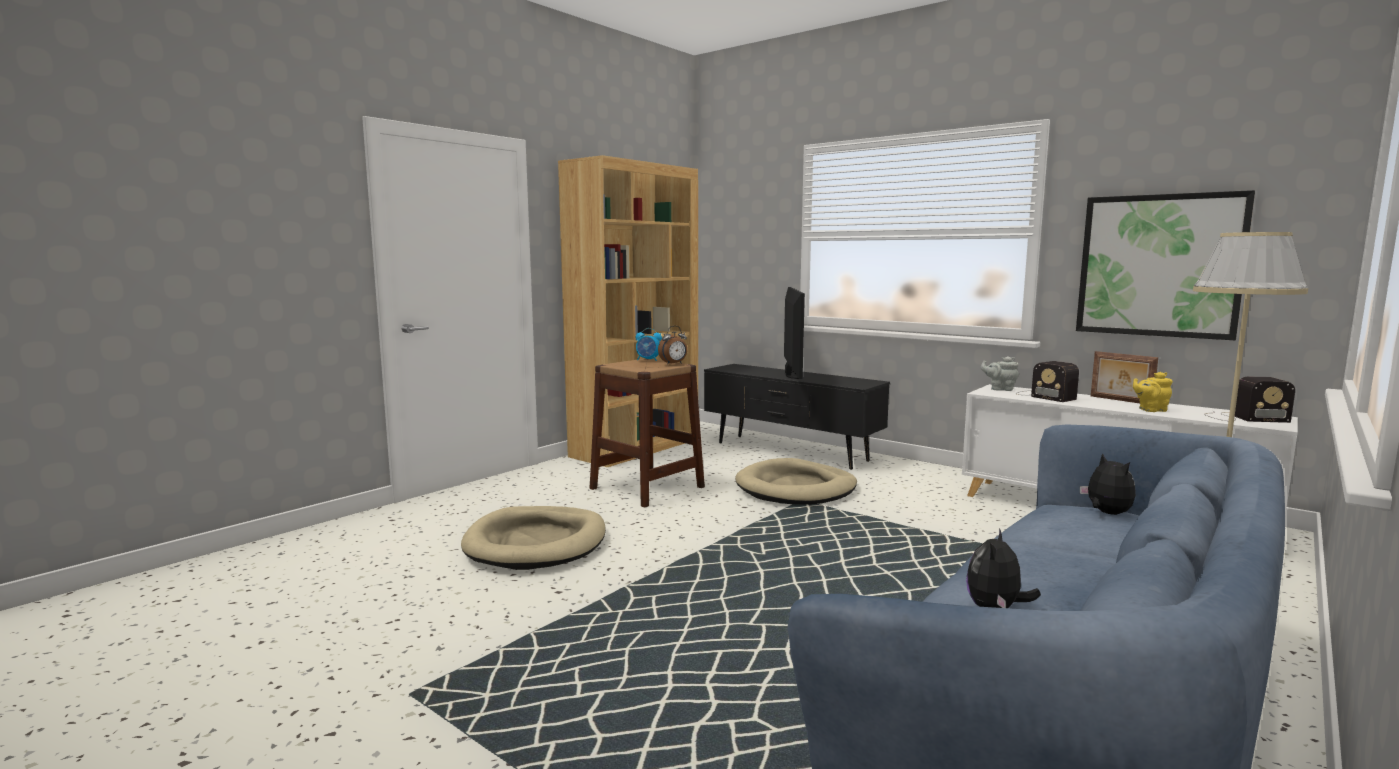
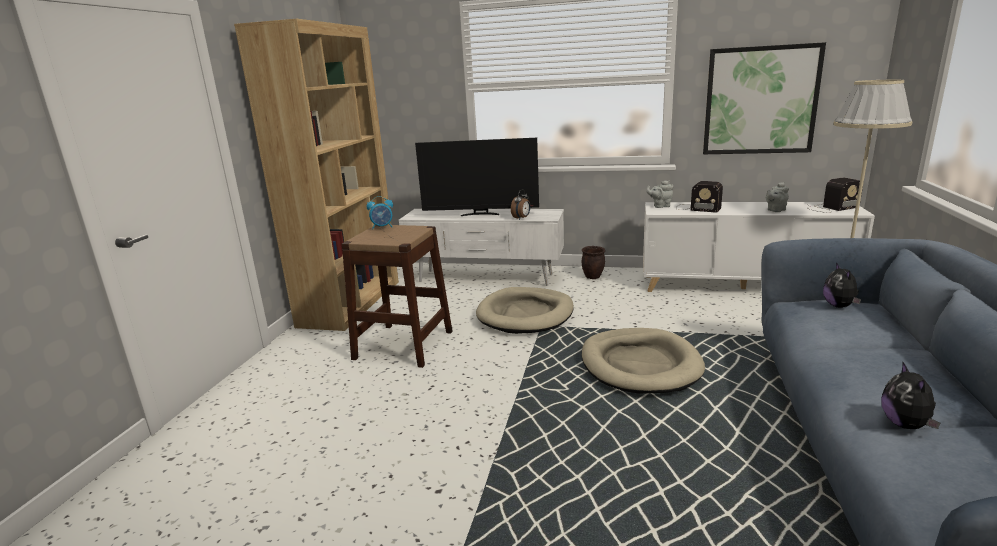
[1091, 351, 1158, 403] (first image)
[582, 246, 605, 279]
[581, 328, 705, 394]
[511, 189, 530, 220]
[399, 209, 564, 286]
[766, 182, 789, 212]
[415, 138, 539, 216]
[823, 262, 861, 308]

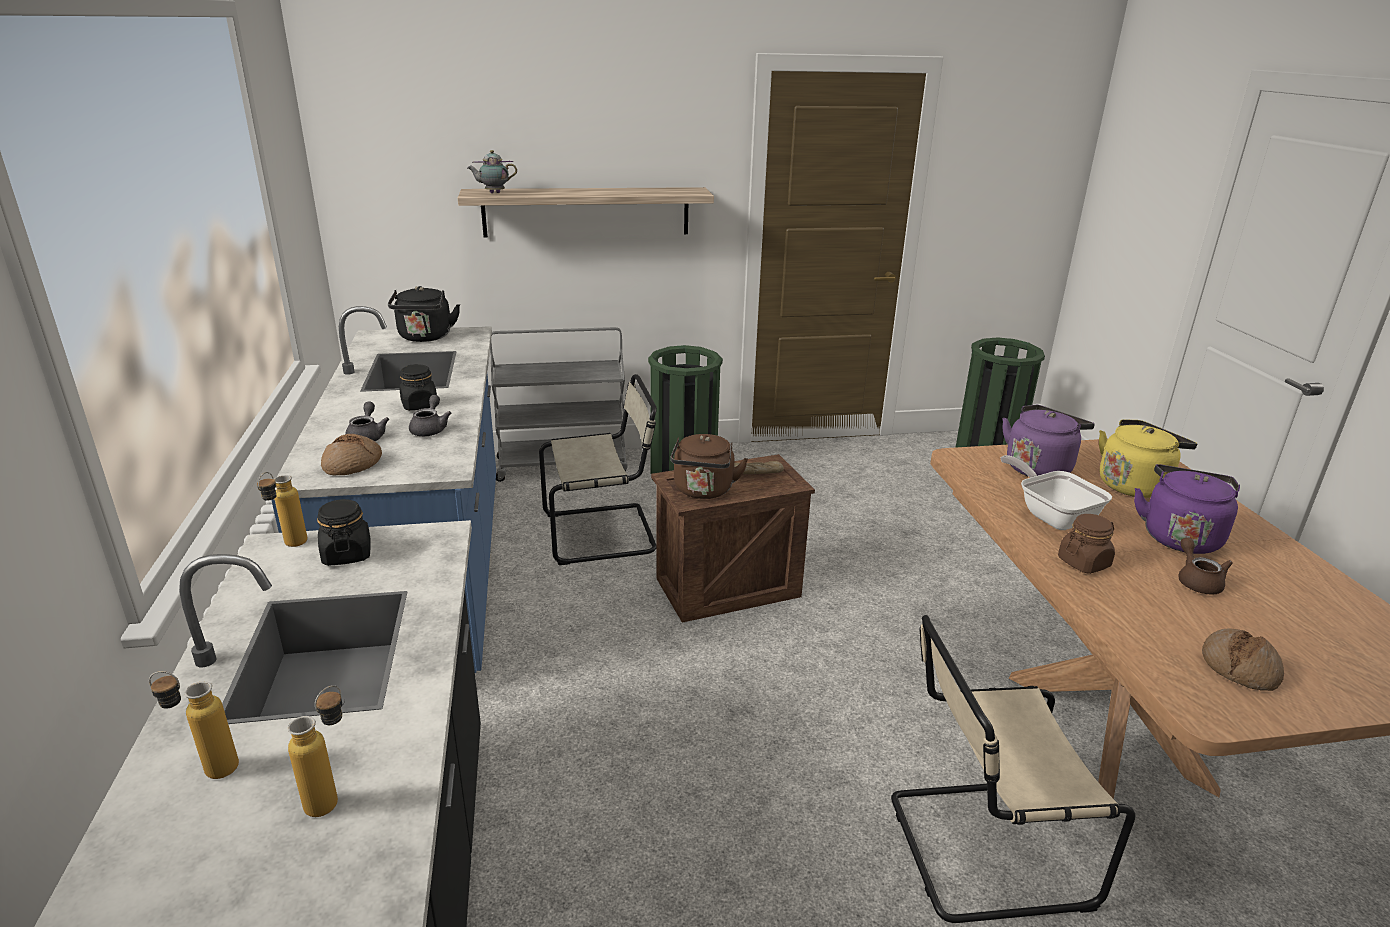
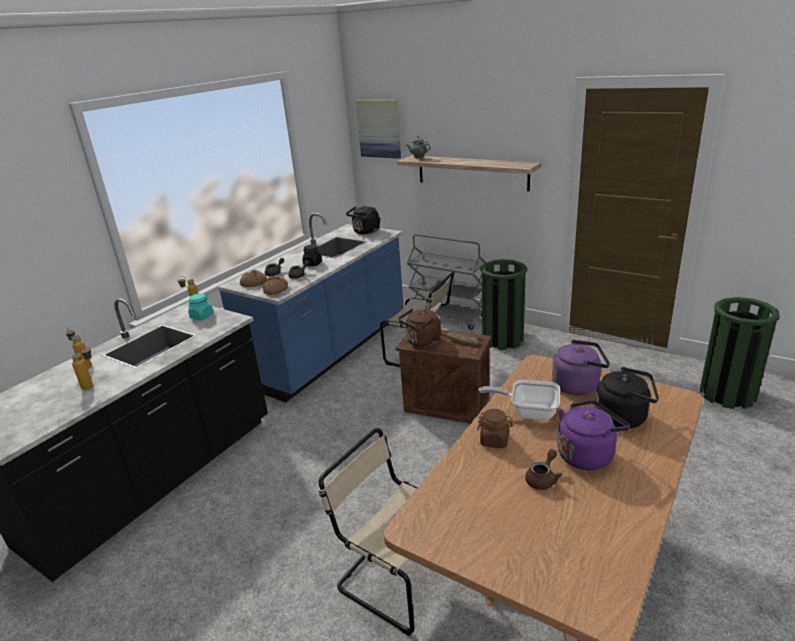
[356, 100, 401, 159]
[263, 276, 288, 295]
[188, 293, 214, 320]
[595, 367, 659, 428]
[478, 380, 560, 420]

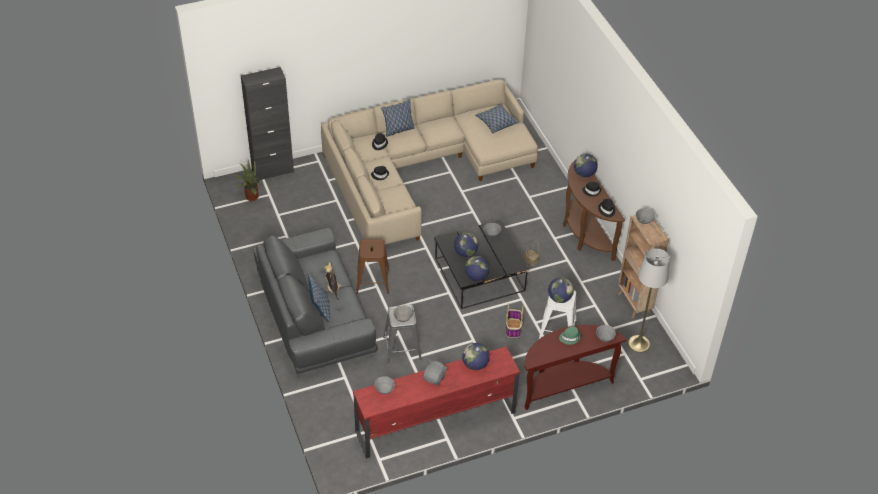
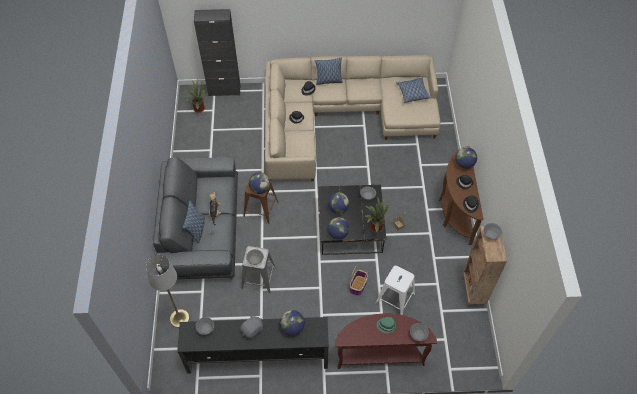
[365, 196, 389, 233]
[249, 172, 270, 194]
[146, 255, 190, 328]
[177, 317, 329, 374]

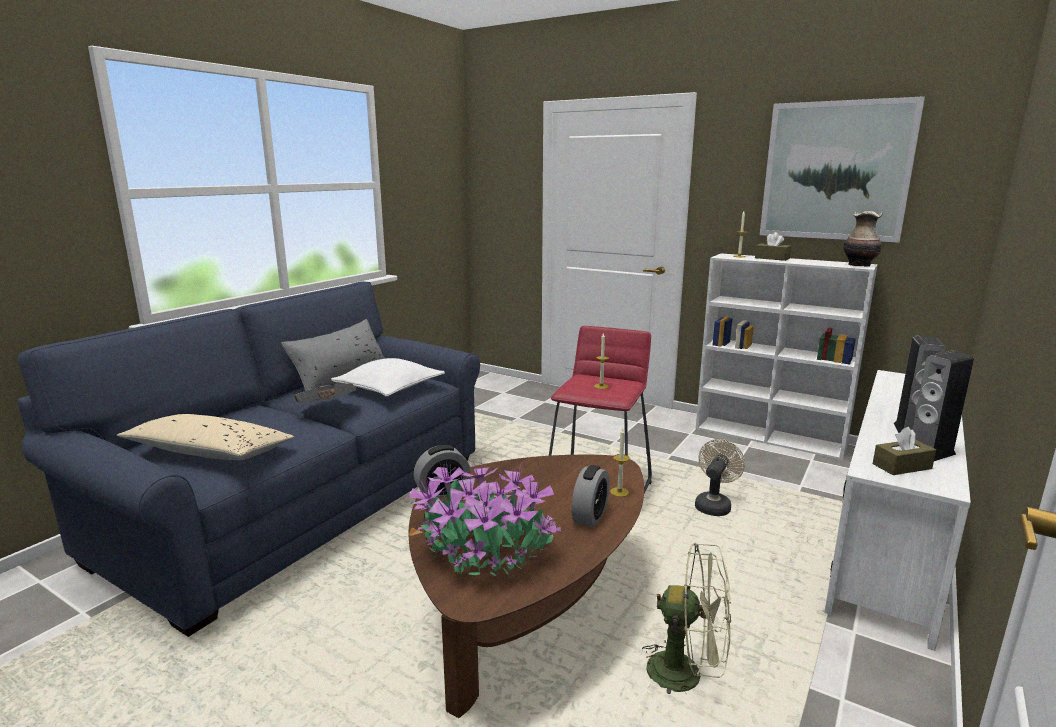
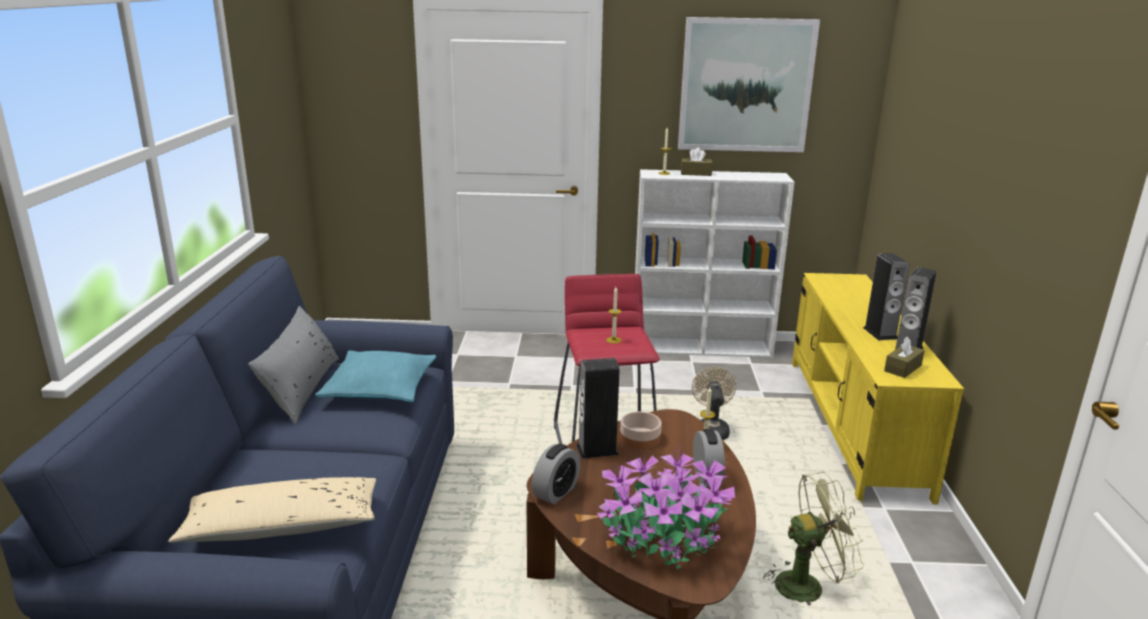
[291, 383, 357, 403] (first image)
[843, 211, 883, 267] (first image)
[576, 358, 620, 459]
[620, 411, 662, 449]
[315, 350, 436, 402]
[792, 273, 964, 505]

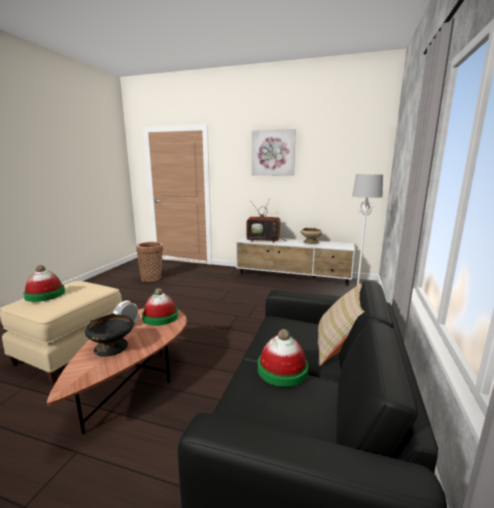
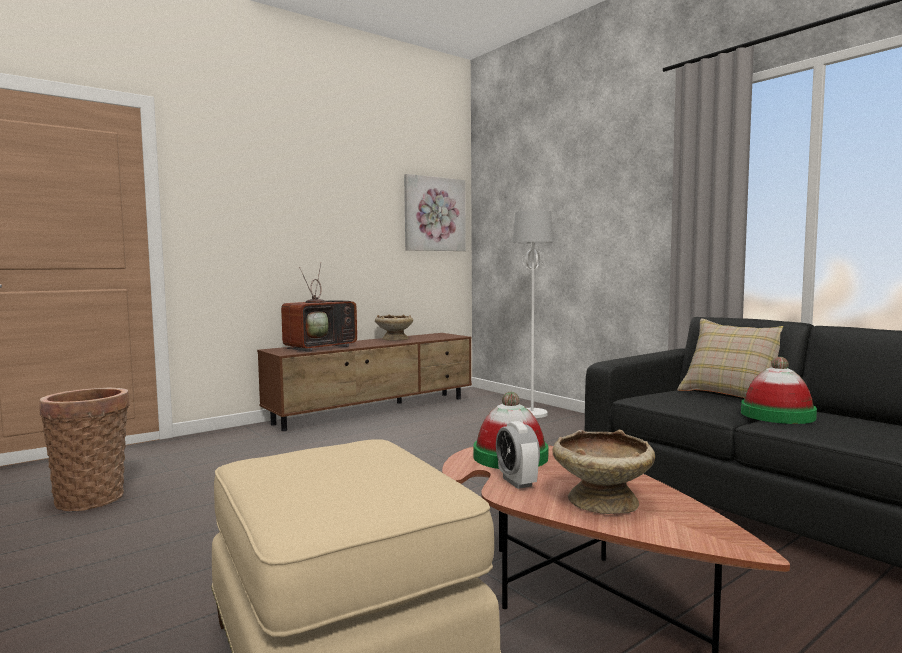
[23, 265, 65, 302] (first image)
[404, 174, 466, 251]
[552, 430, 655, 514]
[257, 333, 472, 431]

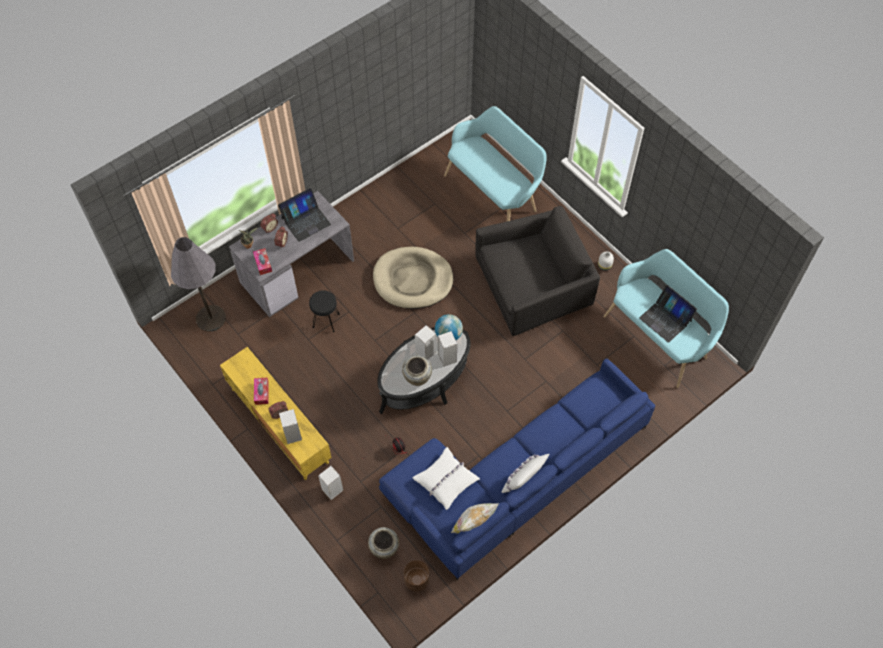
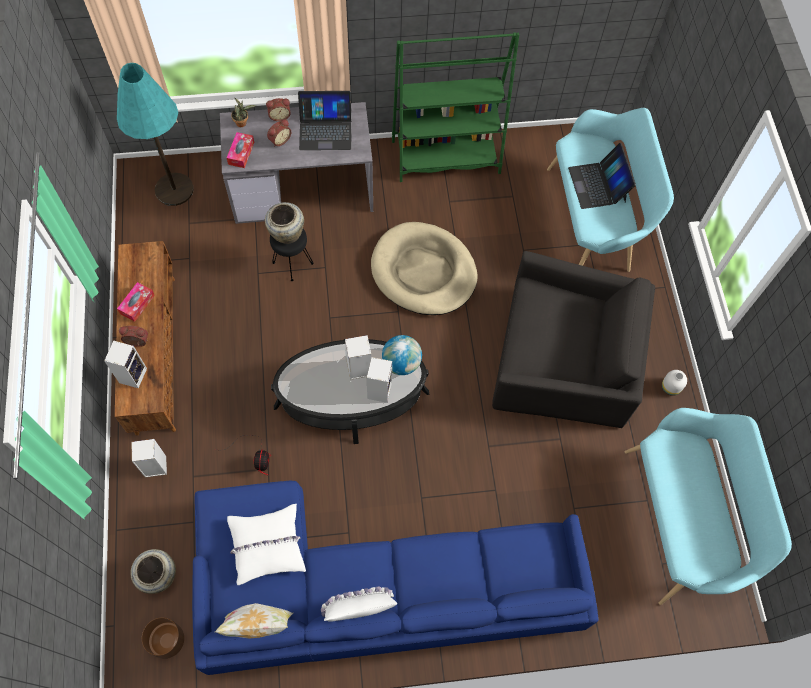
[392, 32, 519, 182]
[265, 202, 304, 244]
[568, 143, 636, 209]
[117, 63, 193, 206]
[115, 241, 176, 436]

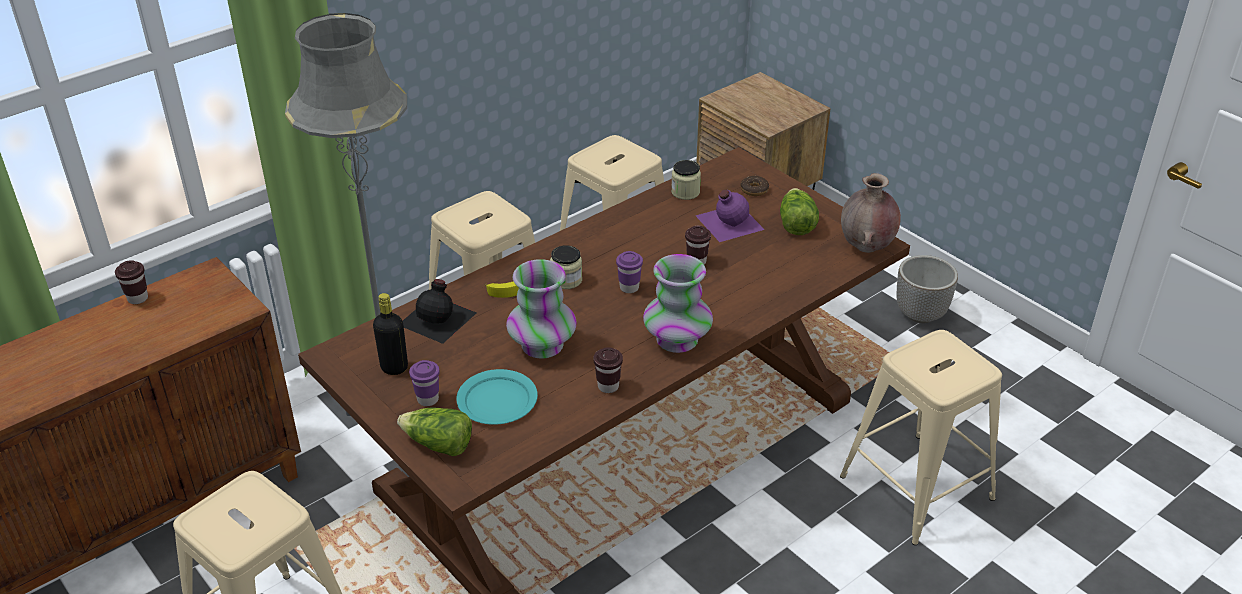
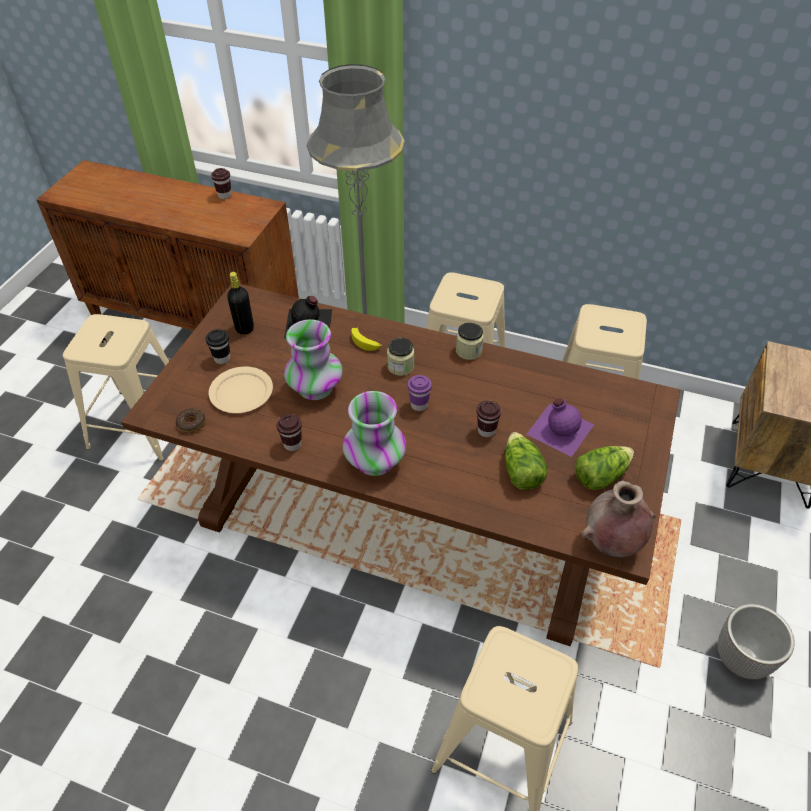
[505, 432, 548, 490]
[456, 323, 484, 360]
[176, 408, 205, 433]
[206, 329, 230, 364]
[209, 367, 273, 413]

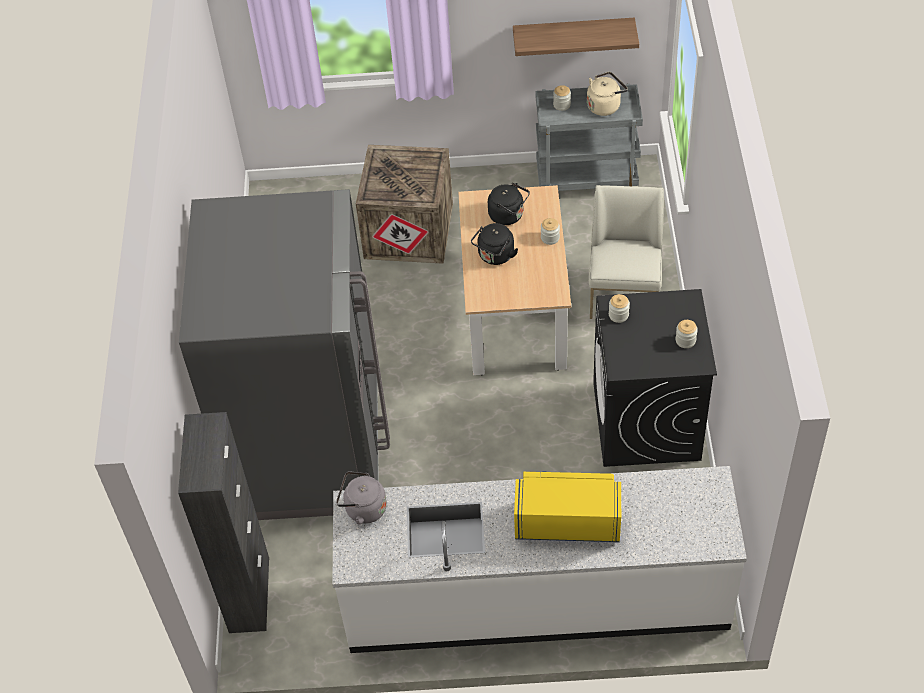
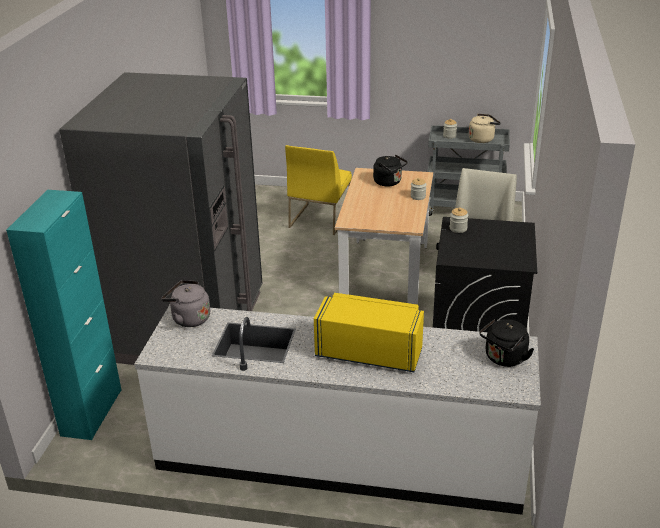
[513, 18, 639, 56] (first image)
[675, 320, 698, 348] (first image)
[479, 319, 534, 367]
[285, 145, 352, 235]
[6, 190, 122, 440]

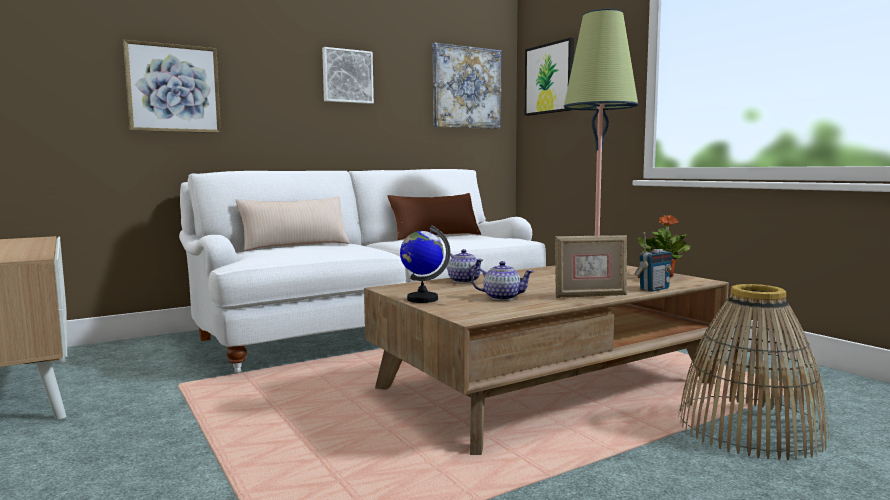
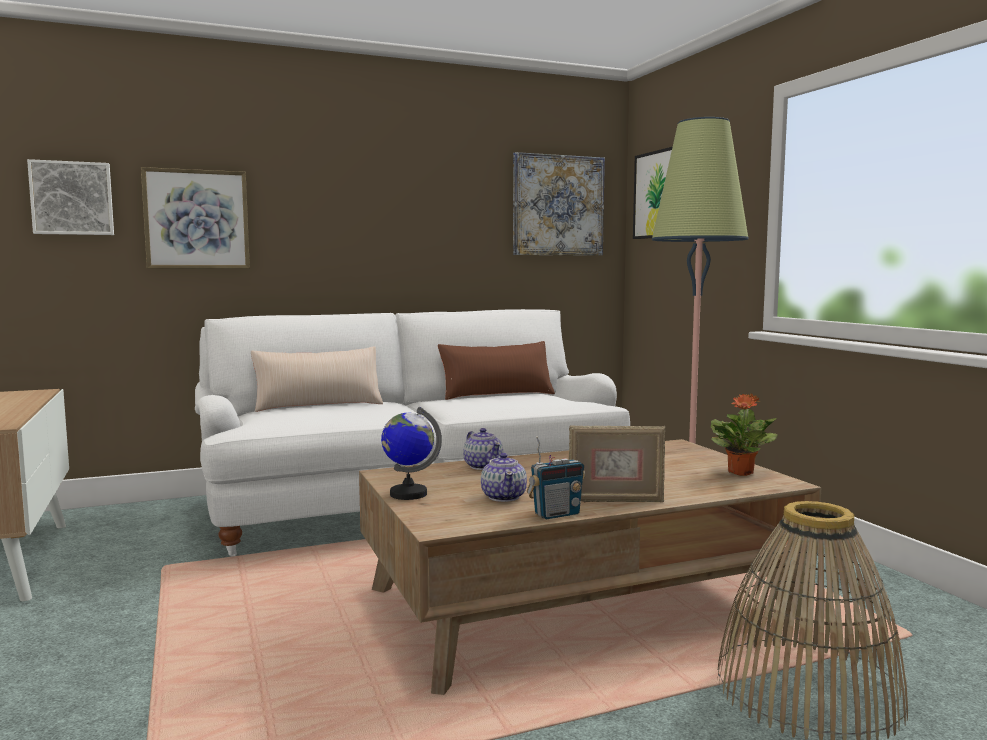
[27, 159, 114, 235]
[527, 436, 585, 519]
[481, 453, 527, 502]

